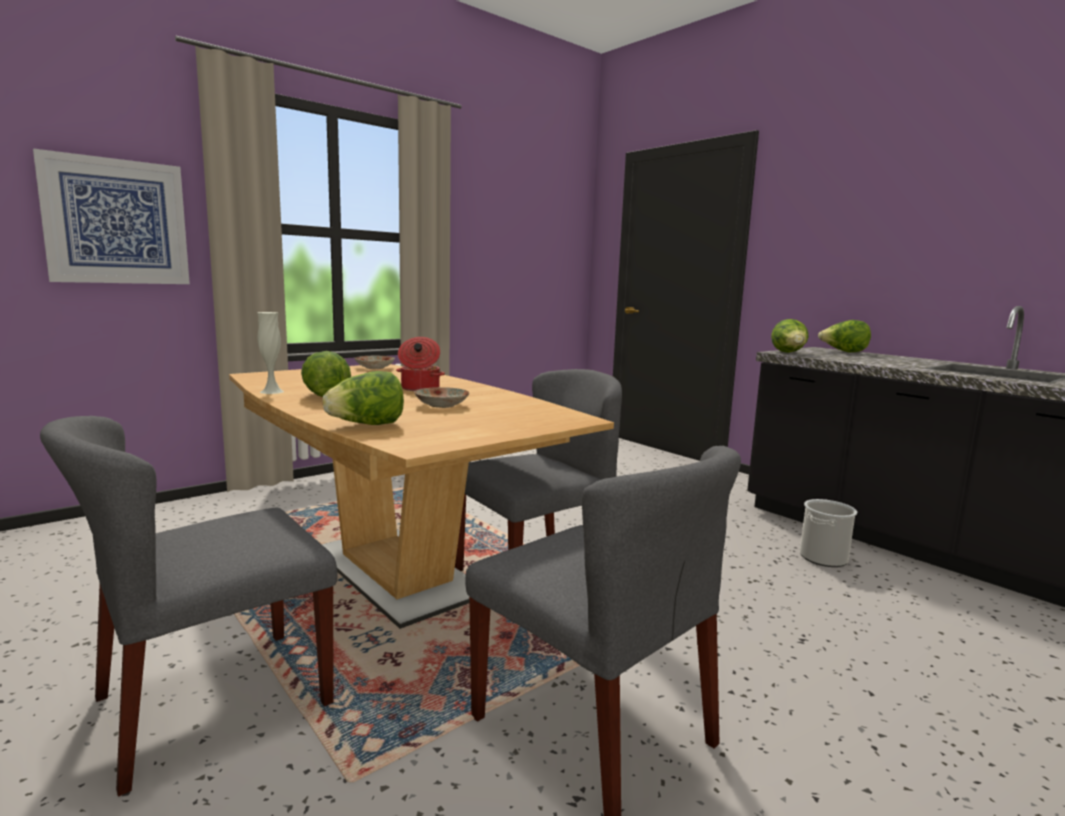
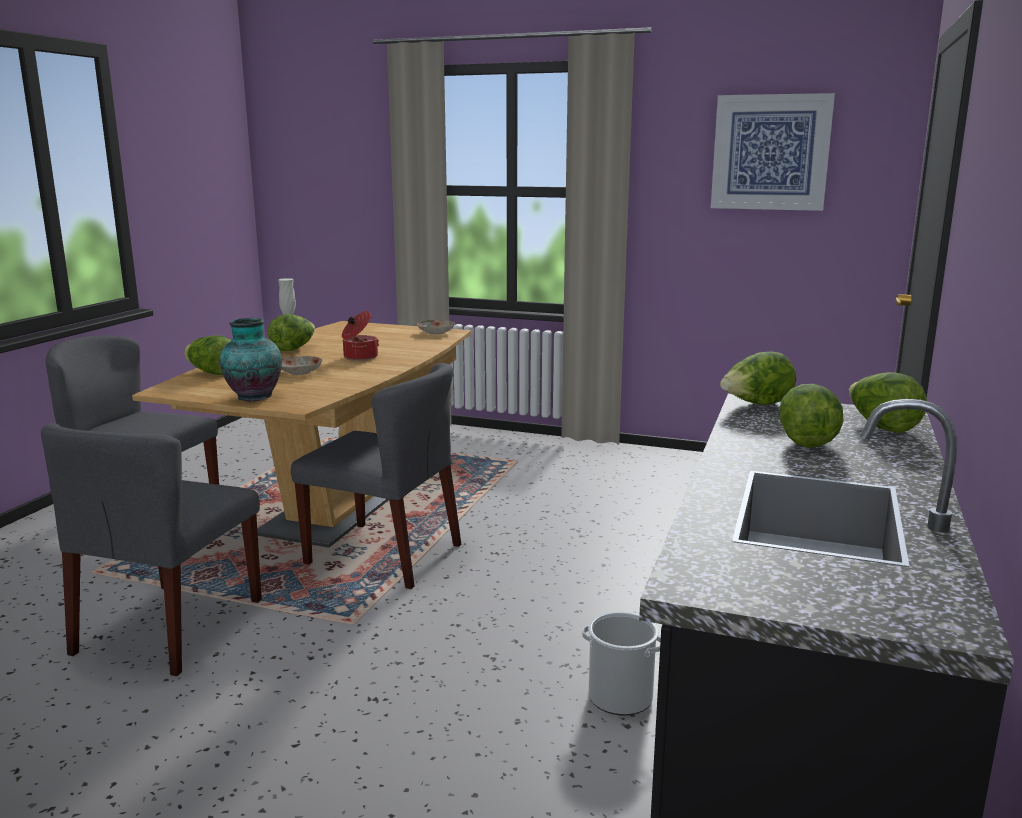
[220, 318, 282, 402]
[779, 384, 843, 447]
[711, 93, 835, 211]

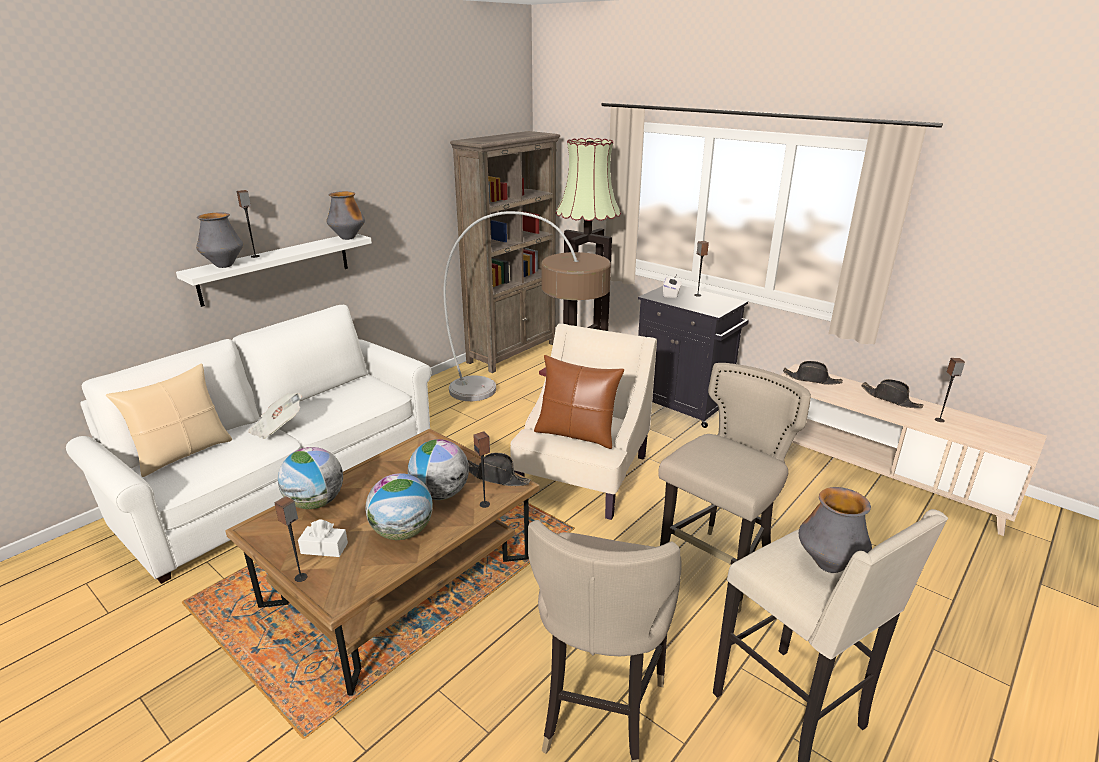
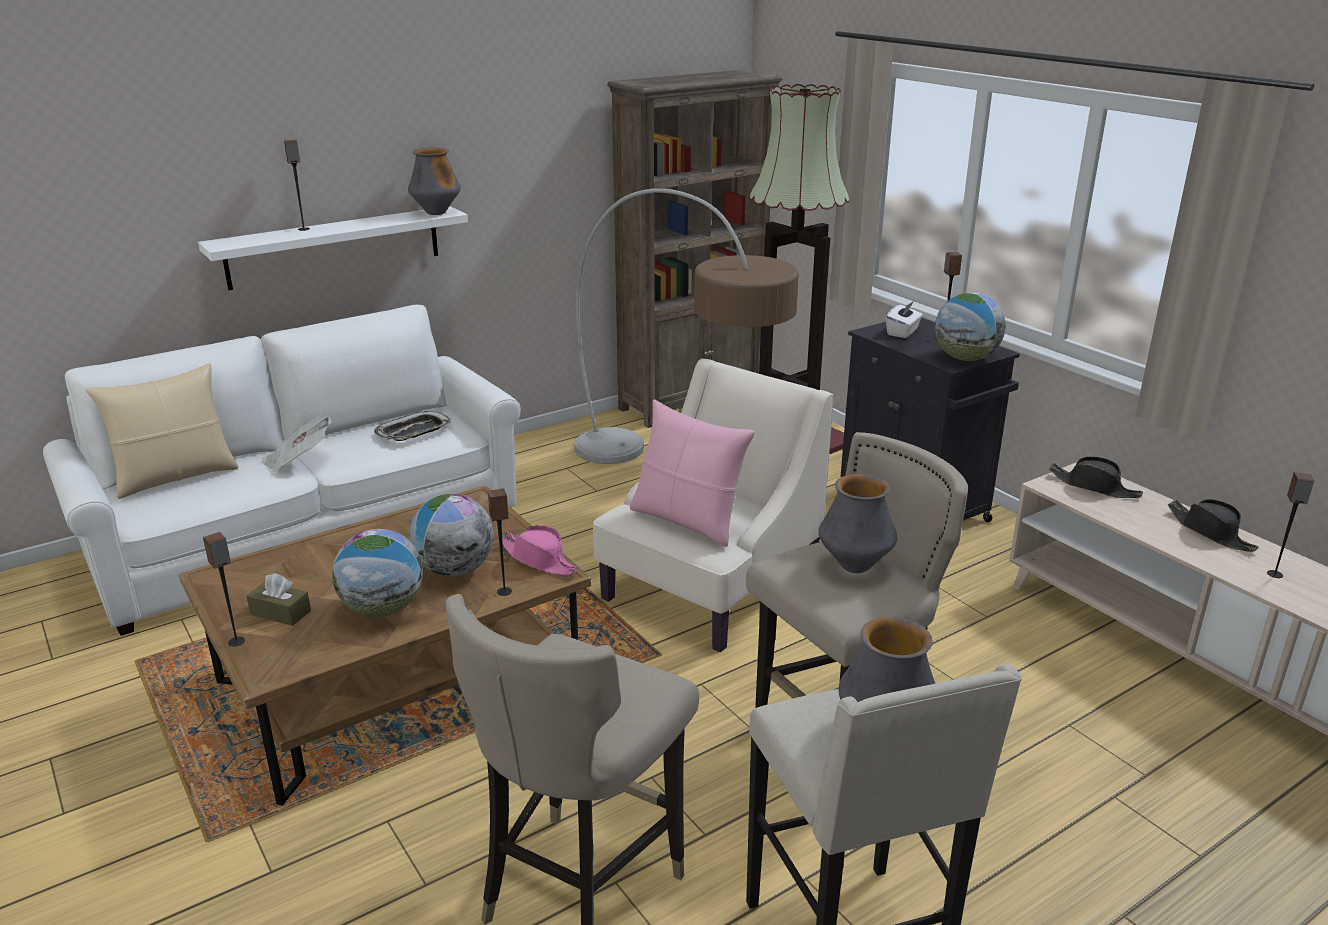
[374, 411, 451, 441]
[818, 474, 897, 573]
[935, 292, 1006, 361]
[246, 573, 311, 626]
[502, 525, 579, 575]
[630, 400, 755, 547]

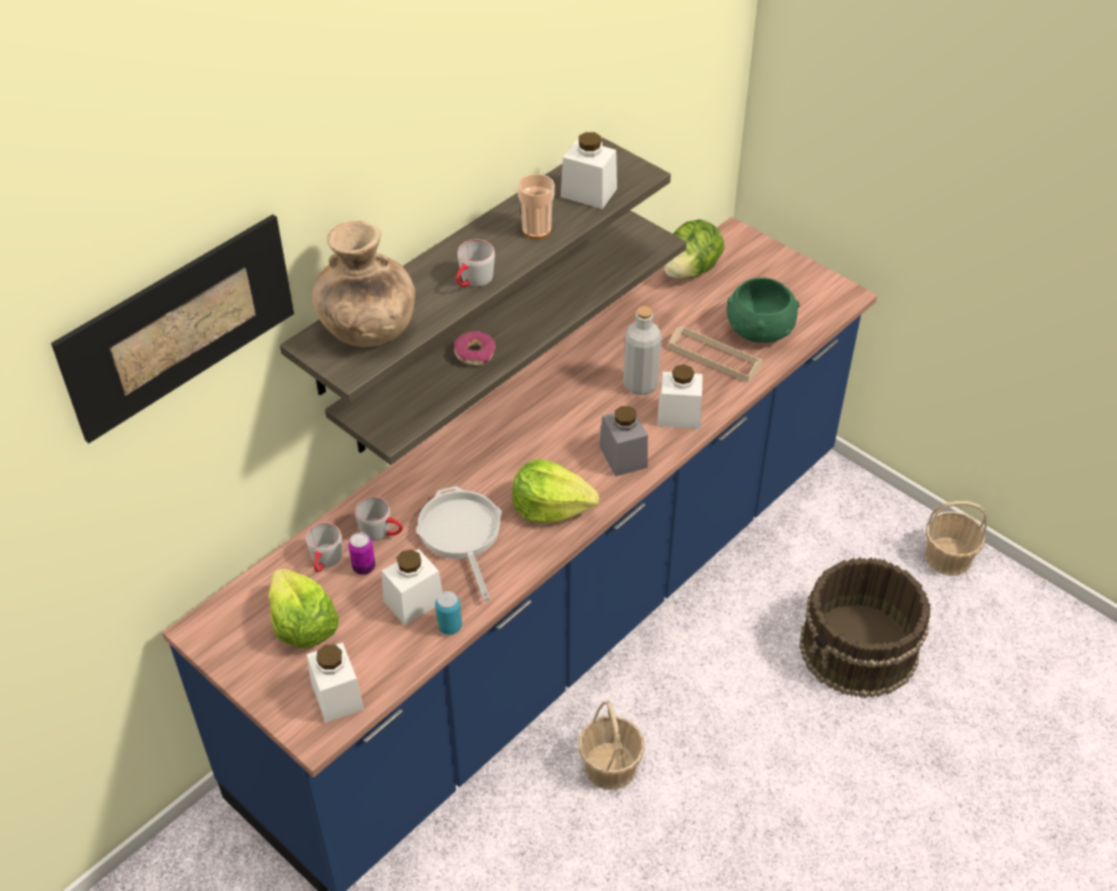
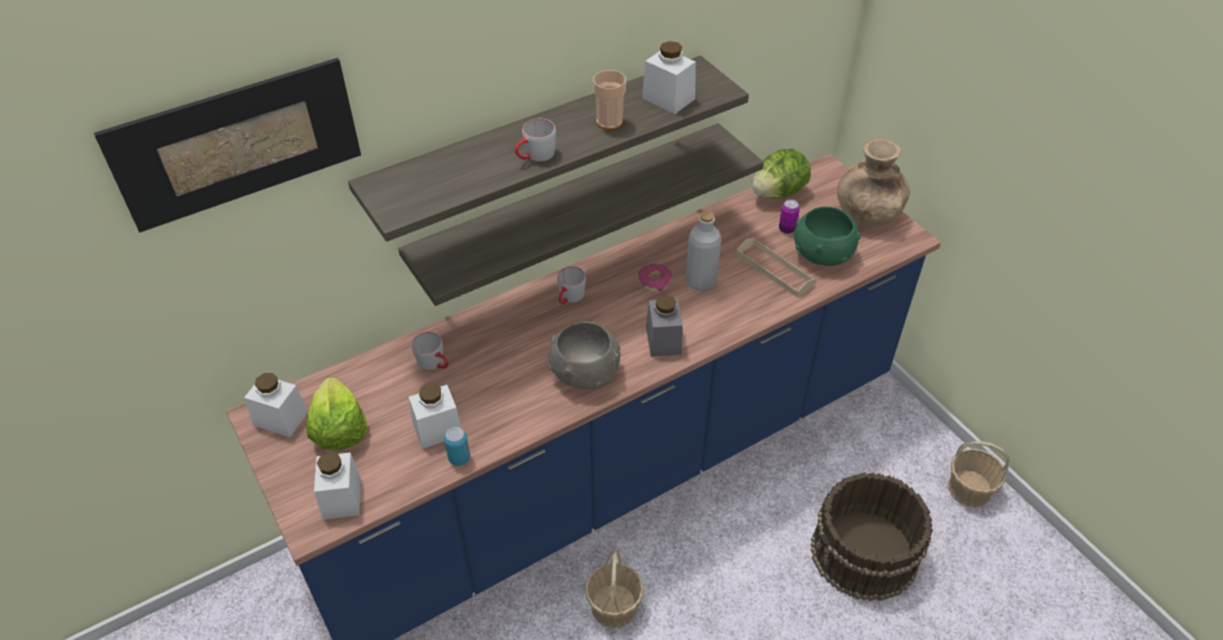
[416, 486, 502, 601] (first image)
[557, 266, 586, 304]
[837, 139, 910, 227]
[779, 199, 800, 234]
[638, 264, 672, 292]
[244, 373, 308, 437]
[549, 321, 620, 389]

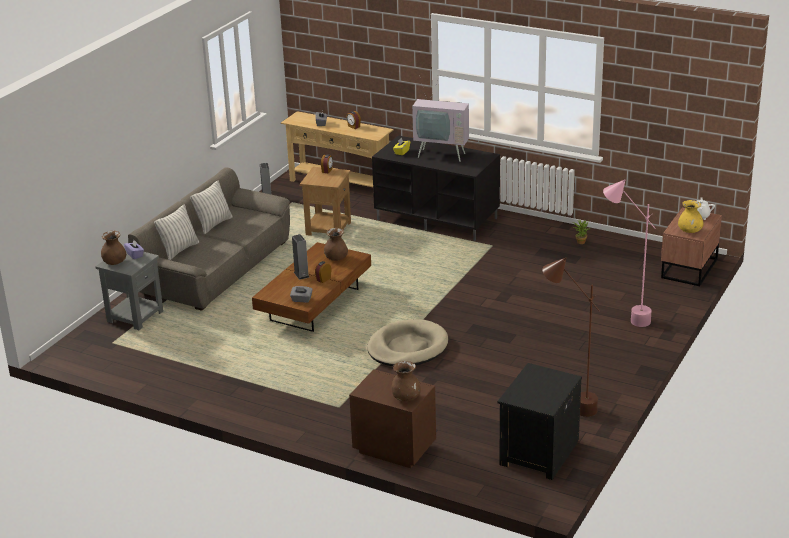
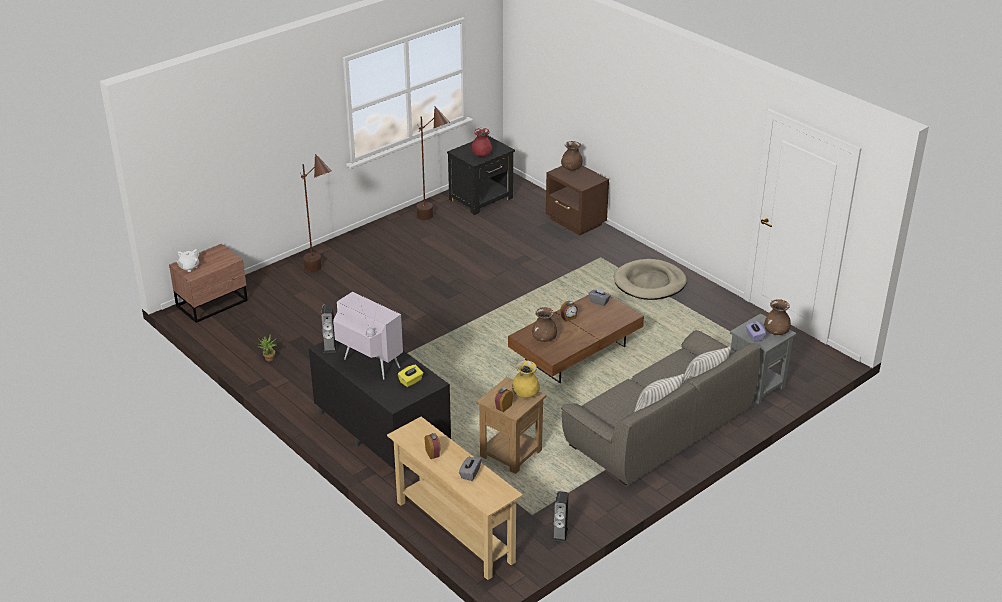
[471, 128, 492, 157]
[321, 305, 337, 353]
[614, 259, 687, 300]
[512, 361, 540, 398]
[300, 154, 332, 272]

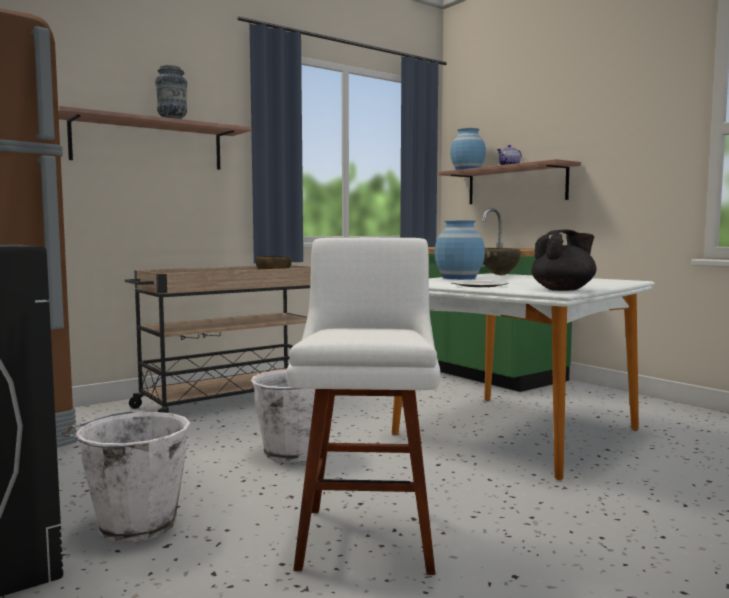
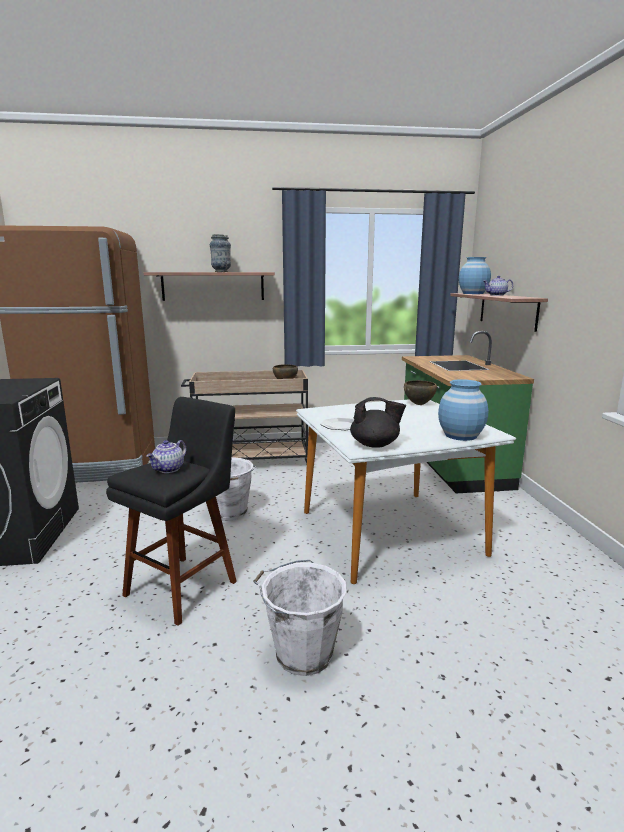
[146, 440, 186, 473]
[253, 560, 347, 676]
[438, 379, 488, 441]
[106, 397, 237, 626]

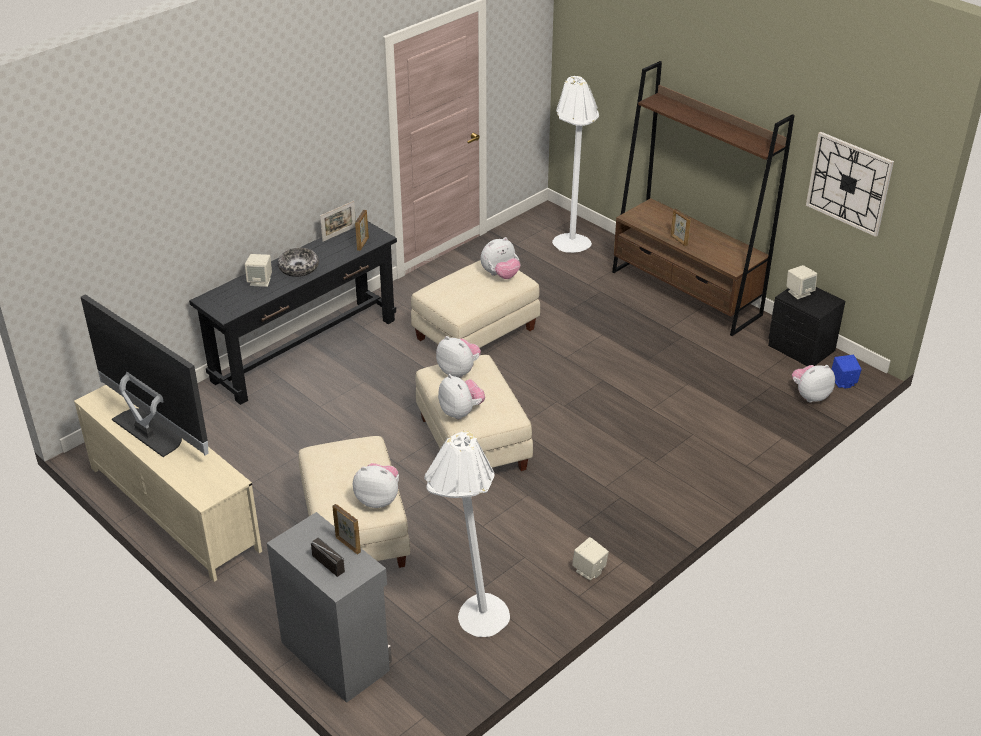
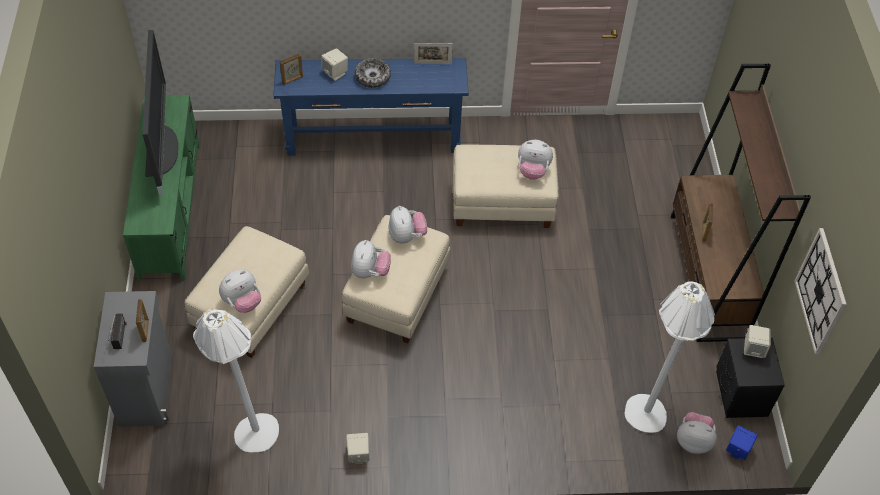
[280, 53, 303, 85]
[625, 281, 715, 433]
[123, 95, 200, 281]
[274, 58, 469, 156]
[219, 270, 261, 313]

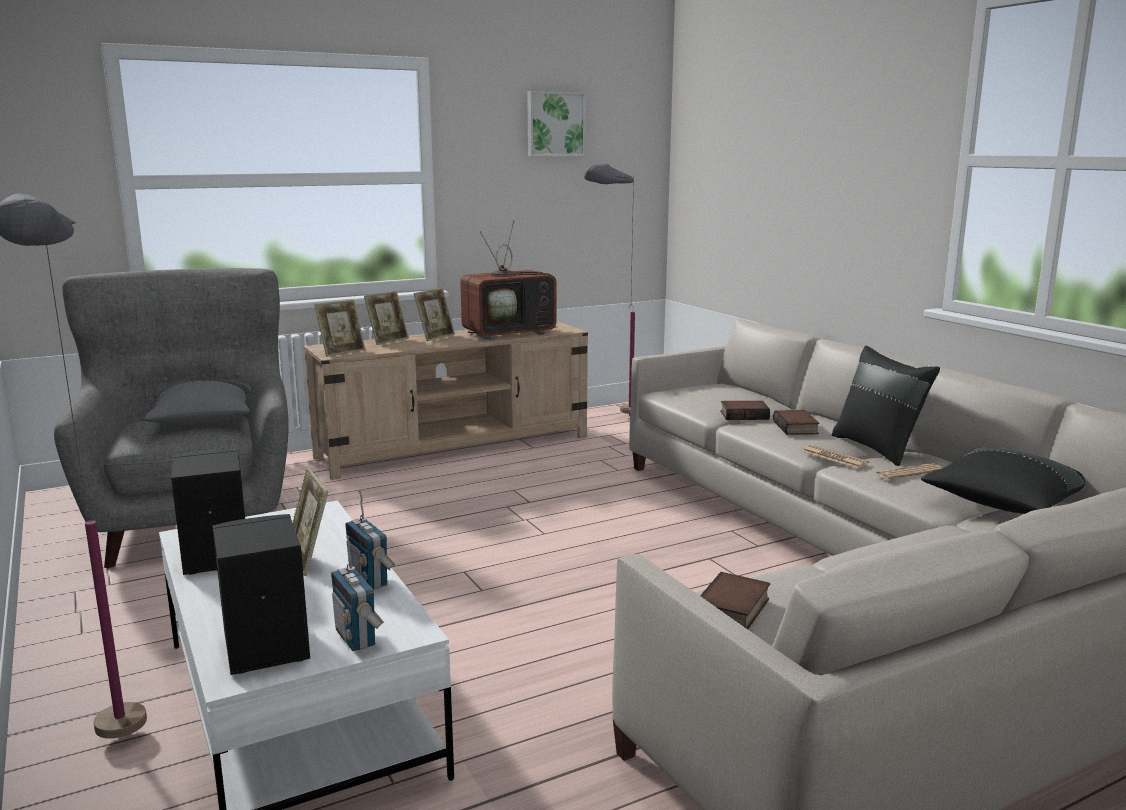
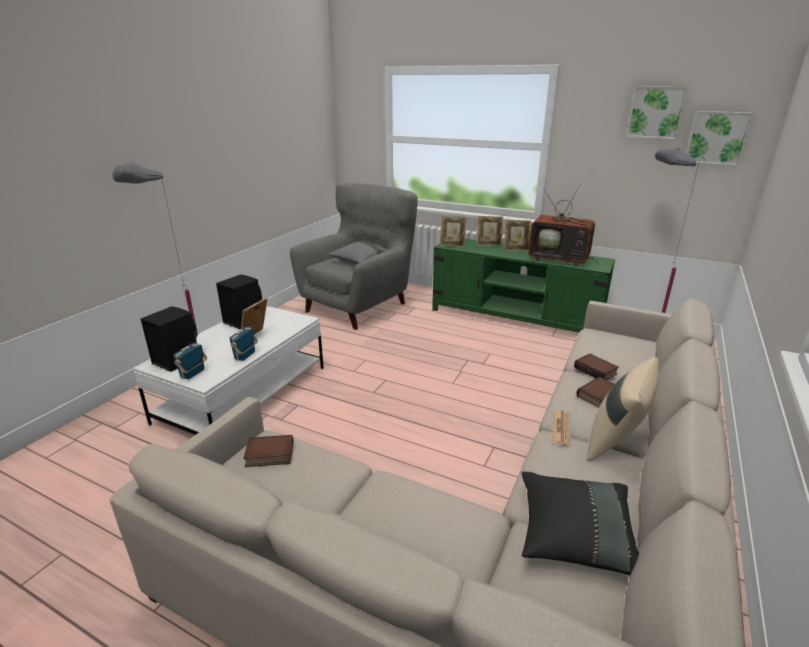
[874, 463, 942, 479] (first image)
[686, 111, 754, 166]
[432, 239, 615, 333]
[587, 357, 659, 462]

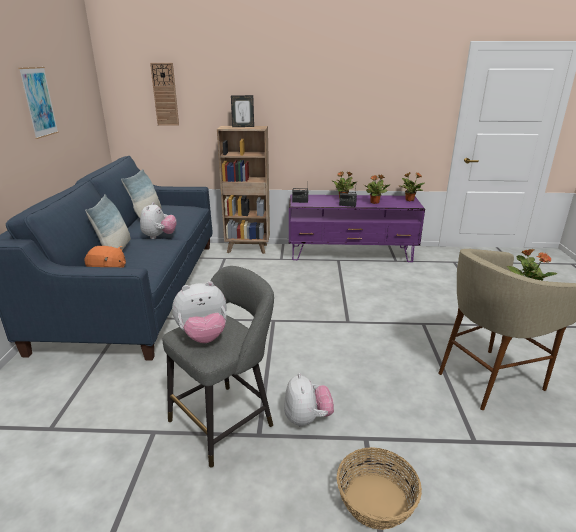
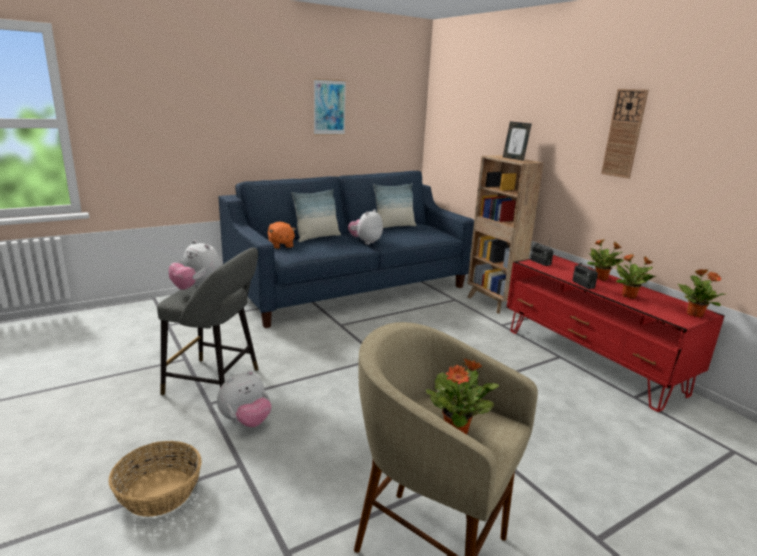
[601, 89, 649, 179]
[507, 255, 725, 412]
[348, 209, 383, 245]

